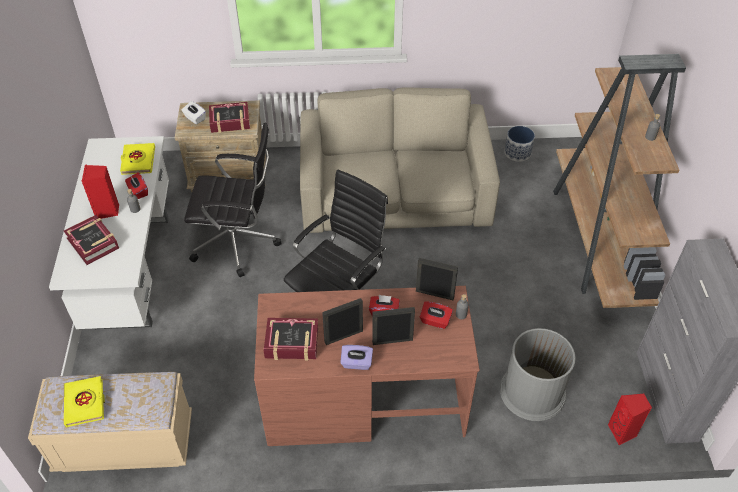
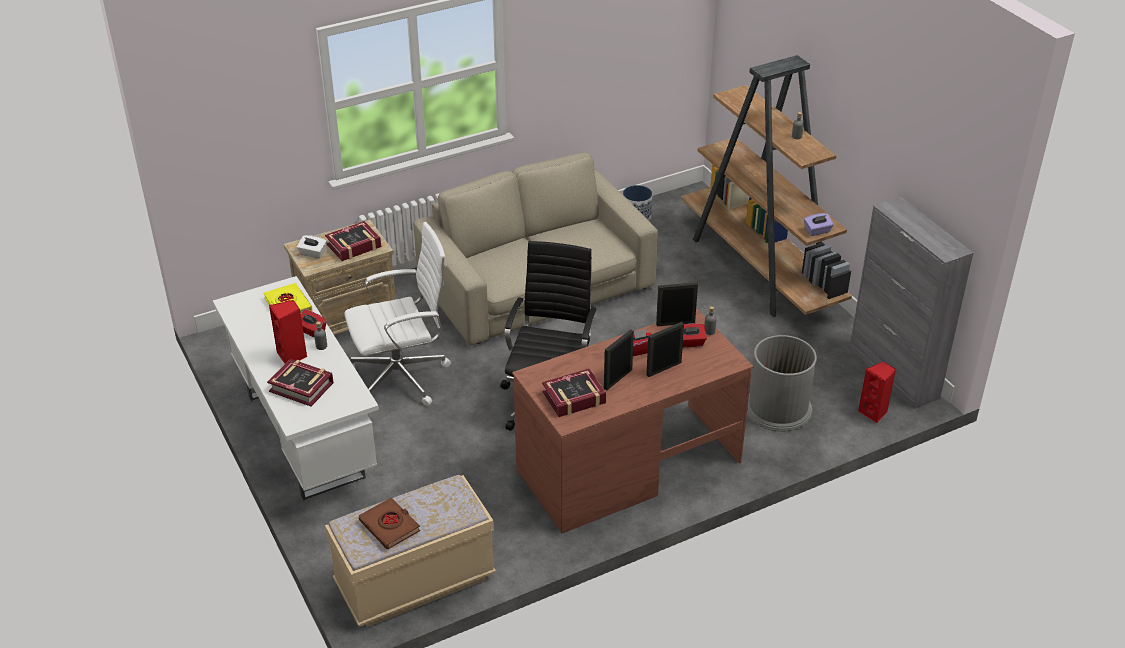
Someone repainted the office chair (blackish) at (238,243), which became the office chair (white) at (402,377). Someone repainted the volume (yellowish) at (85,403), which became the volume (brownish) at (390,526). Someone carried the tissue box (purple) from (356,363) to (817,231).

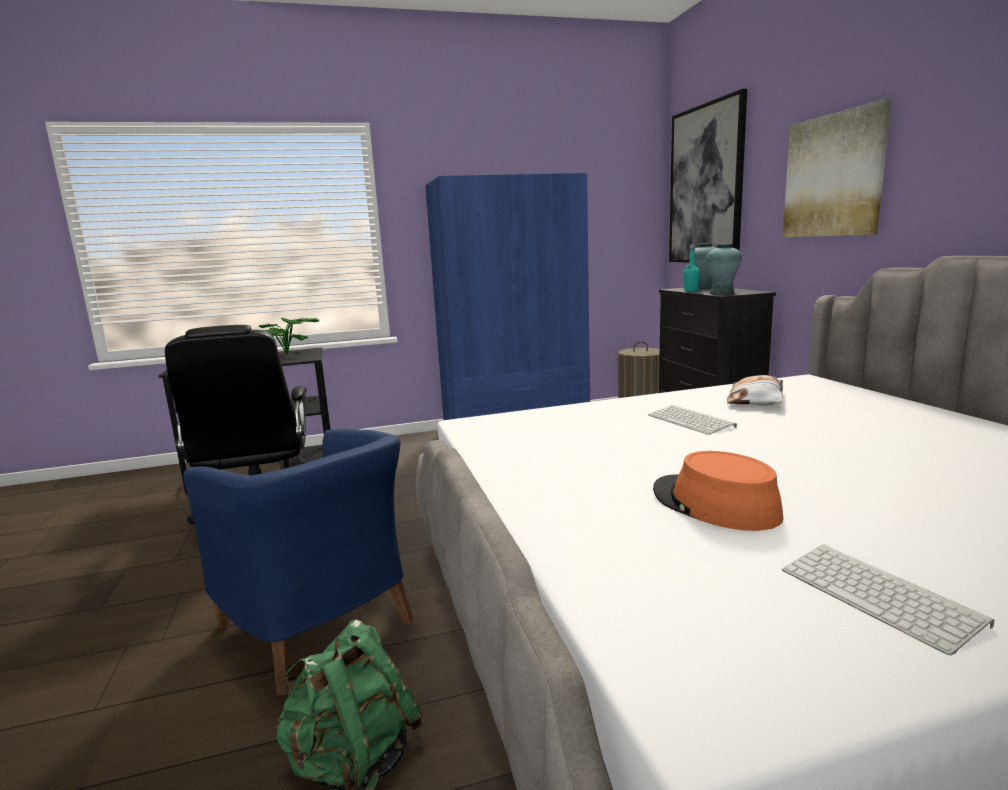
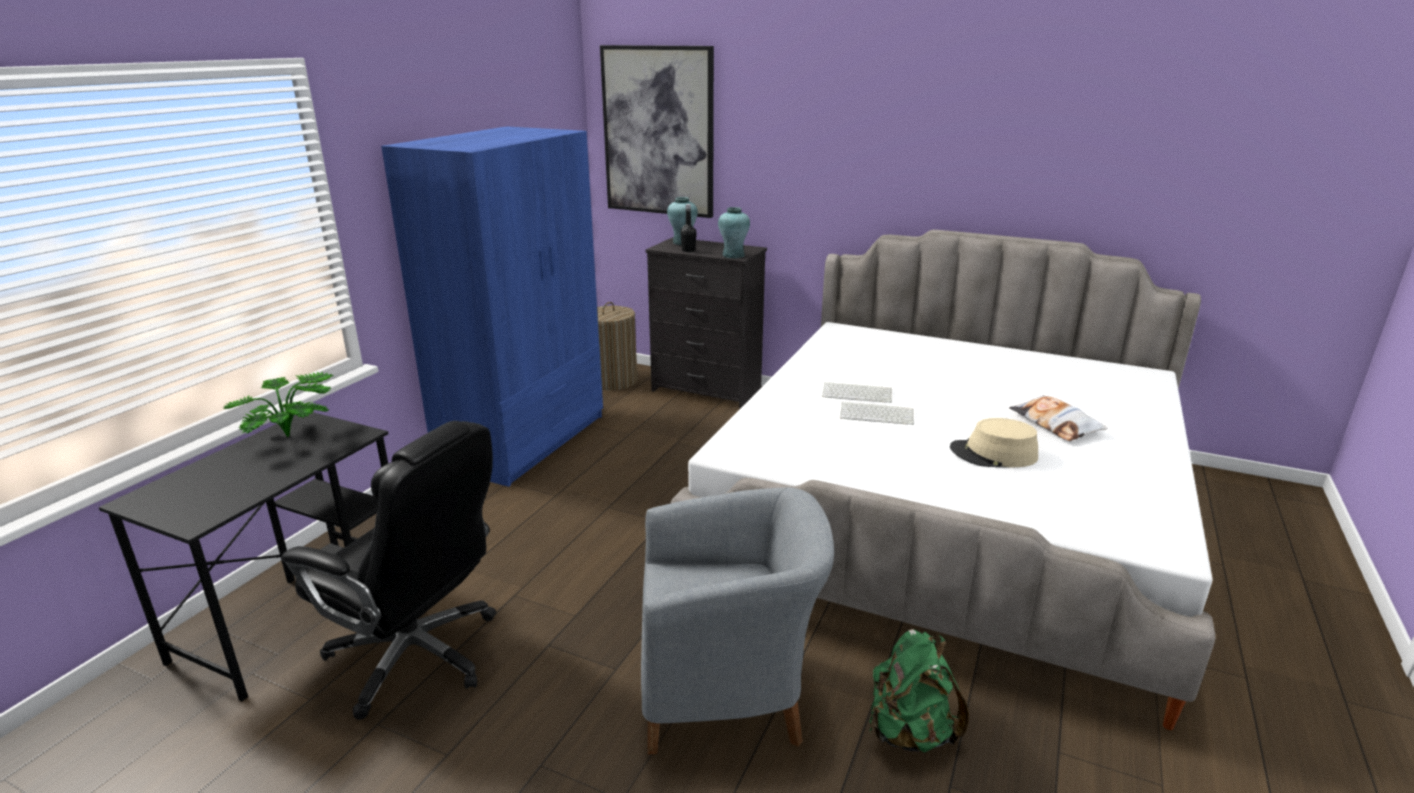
Someone repainted the armchair (blue-coloured) at (320,627), which became the armchair (grey) at (729,693). Someone repainted the beverage bottle (blue-green) at (691,291), which became the beverage bottle (blackish) at (688,251). Someone carried the keyboard from (882,596) to (877,414). Someone repainted the wearable hat (orange-coloured) at (714,504), which became the wearable hat (beige-coloured) at (993,454). Someone carried the cushion from (756,399) to (1055,424). Someone took away the picture at (833,176).

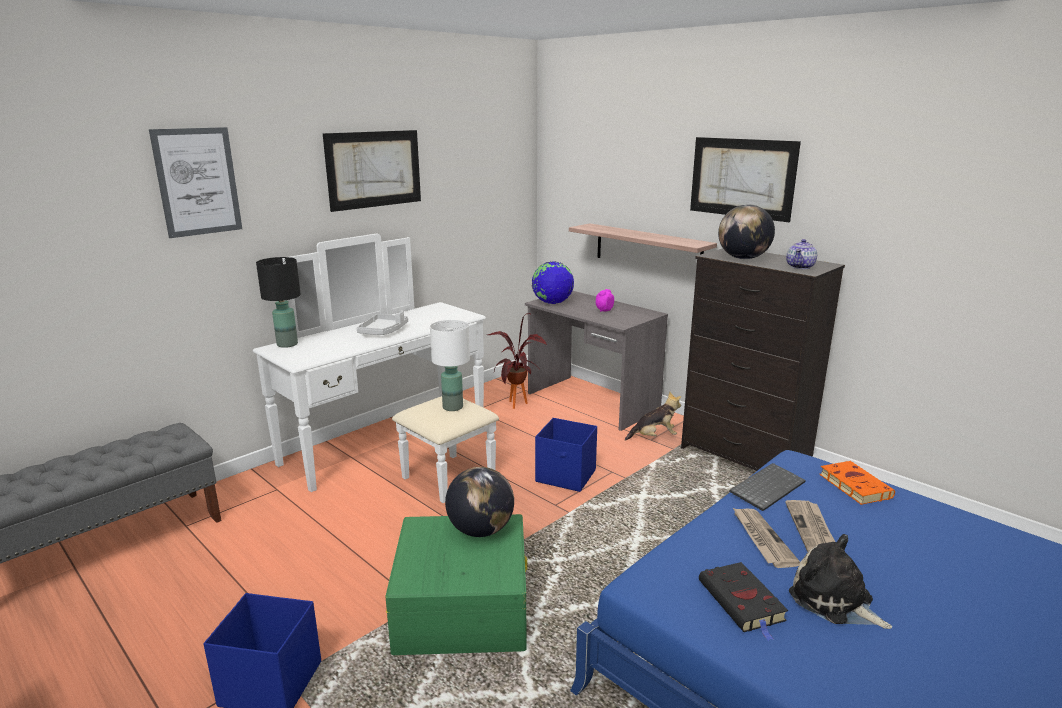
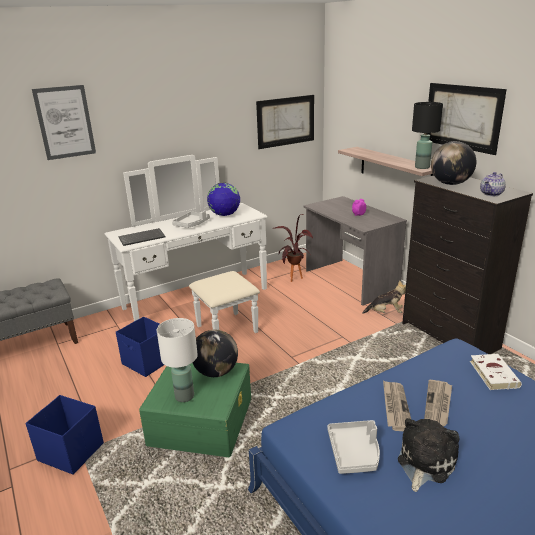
Someone carried the storage container (blue-coloured) from (566,476) to (147,362). Someone carried the keyboard from (766,487) to (142,238). Someone carried the tabletop lamp (white) from (453,407) to (185,396). Someone carried the desk globe from (552,303) to (224,215). Someone carried the picture from (374,169) to (286,121). Someone swapped the volume (blackish) at (743,603) for the carrying tray (grey) at (354,452). Someone rotated the soft toy at (834,601) by 60 degrees clockwise. Someone carried the tabletop lamp (blackish) from (287,344) to (422,167). Someone repainted the volume (orange-coloured) at (853,485), which became the volume (white) at (492,373).

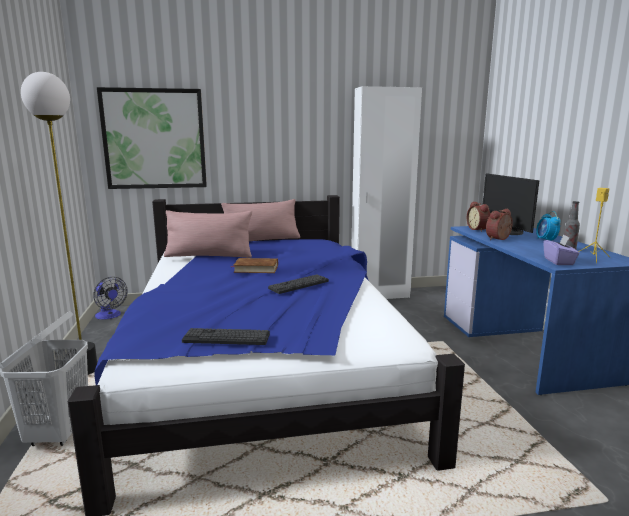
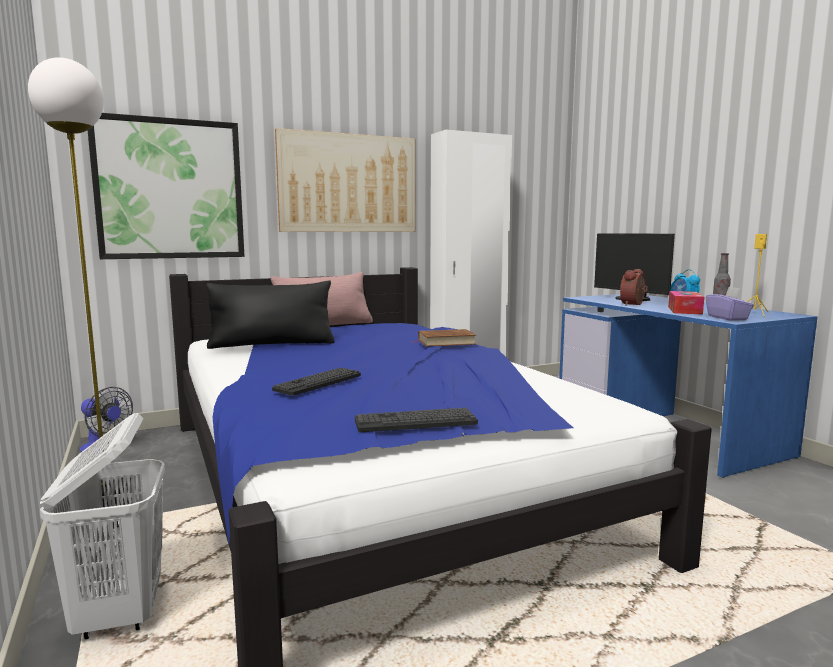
Someone repainted the cushion (pink) at (209,256), which became the cushion (blackish) at (272,344). Someone carried the keyboard from (299,285) to (318,382). Someone put up the picture at (348,183). Someone carried the volume (brownish) from (256,268) to (446,342). Someone put down the tissue box at (684,310). Someone took away the bedside clock at (478,229).

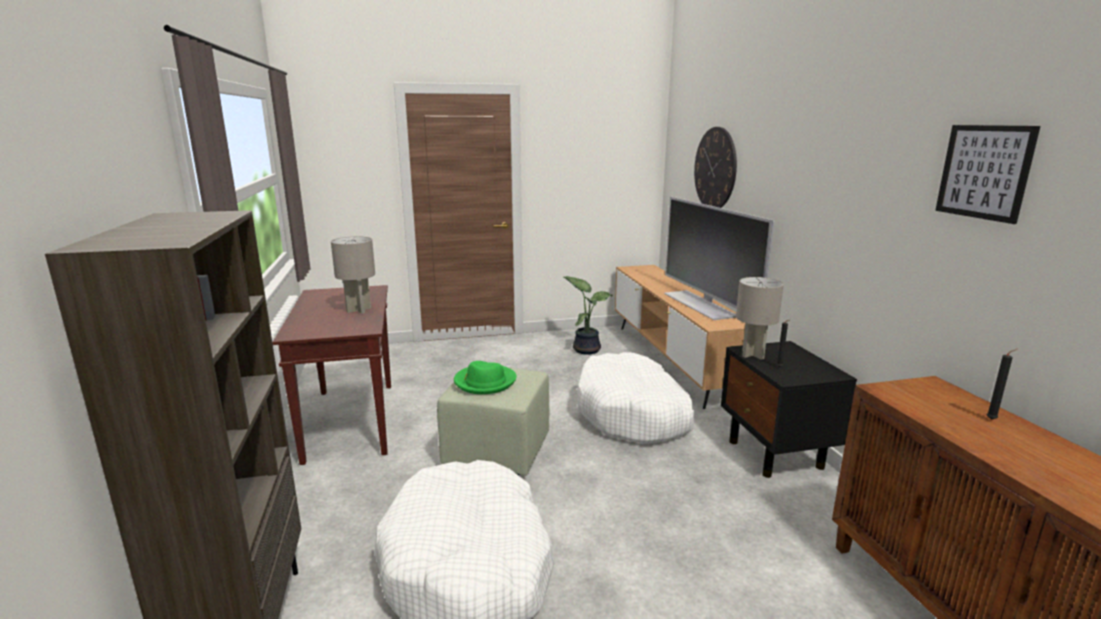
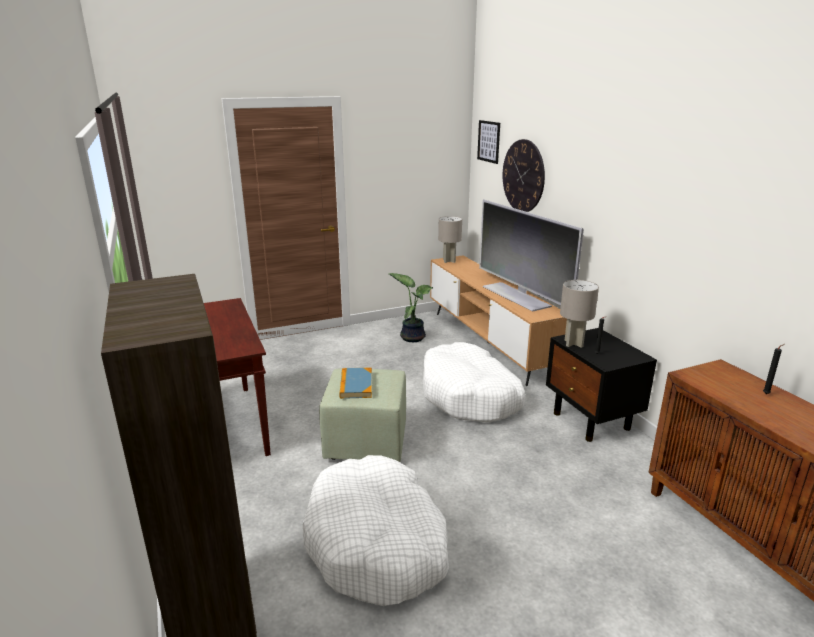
Someone swapped the wearable hat (greenish) at (485,382) for the volume at (356,385). Someone carried the tabletop lamp (grey) from (359,310) to (449,261). Someone carried the picture from (984,172) to (489,141).

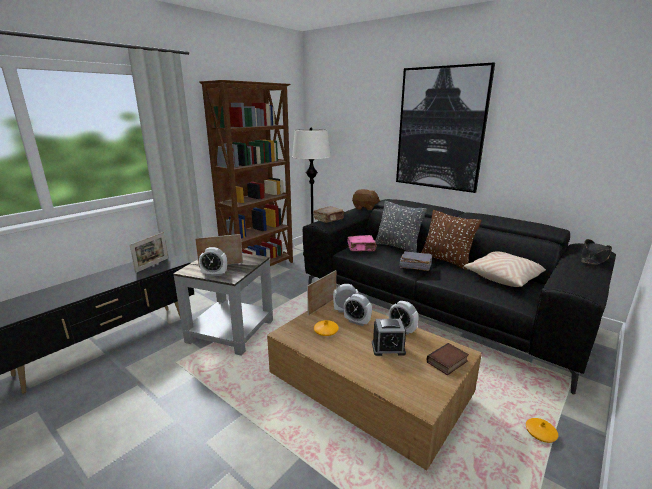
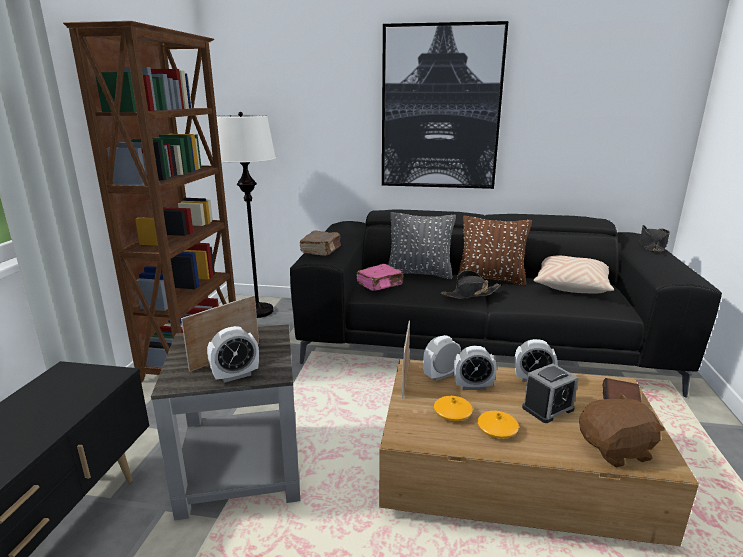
Someone swapped the volume (grey) at (415,266) for the wearable hat (blackish) at (470,294). Someone carried the decorative vase (orange-coloured) from (540,433) to (497,429). Someone carried the soft toy (brownish) from (365,208) to (616,450). Someone took away the standing frame at (152,265).

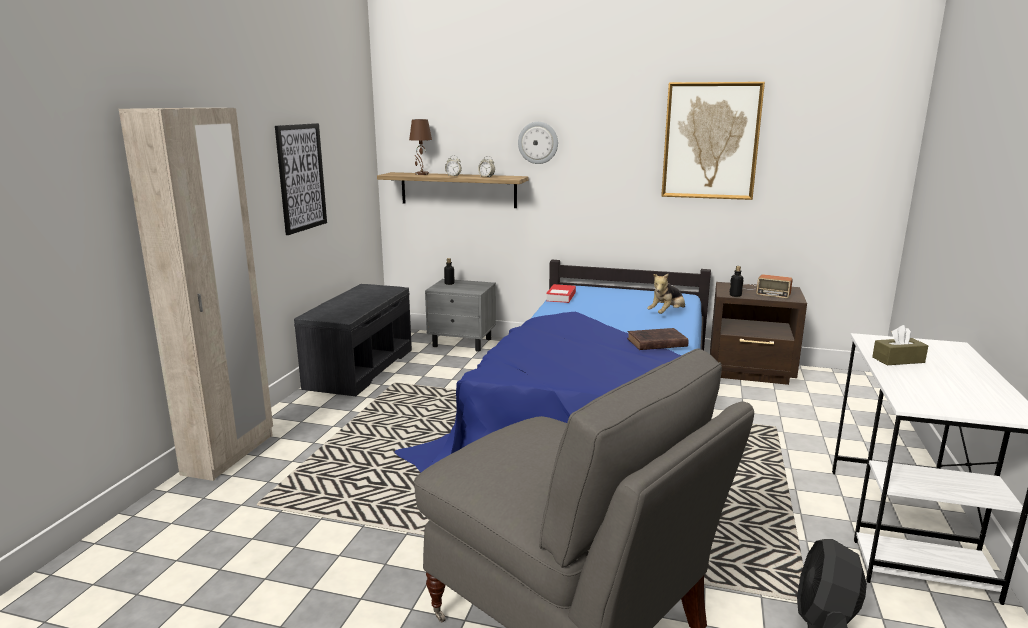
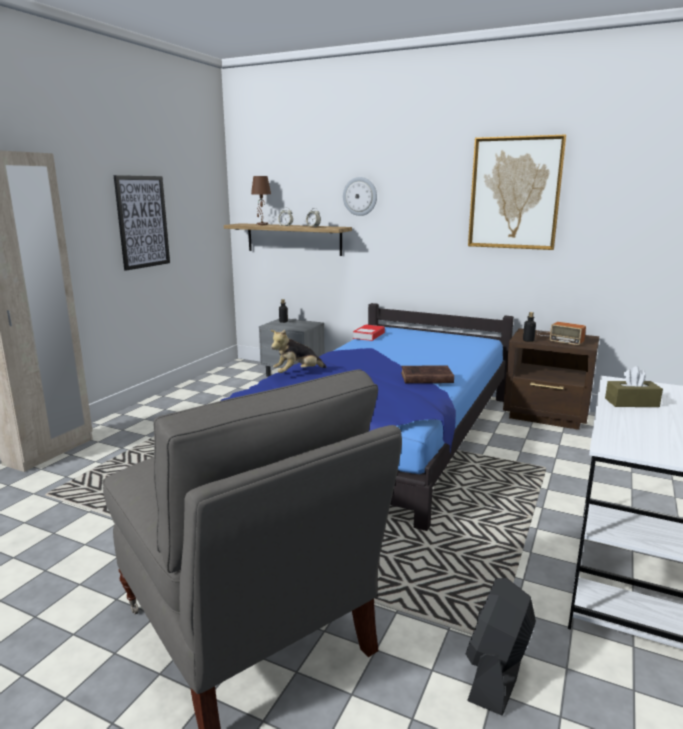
Someone carried the soft toy from (667,314) to (297,373). Someone took away the bench (grey) at (359,368).

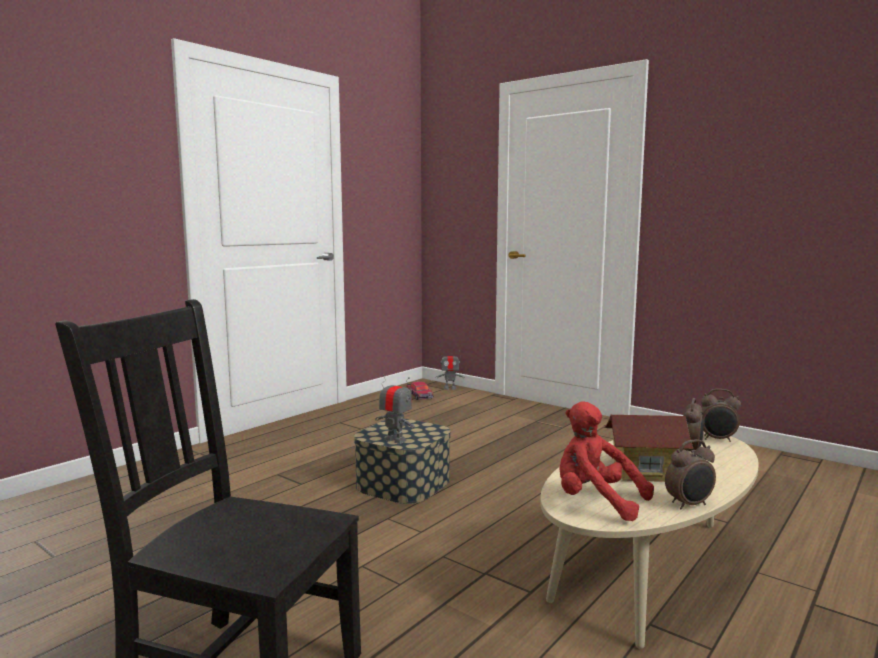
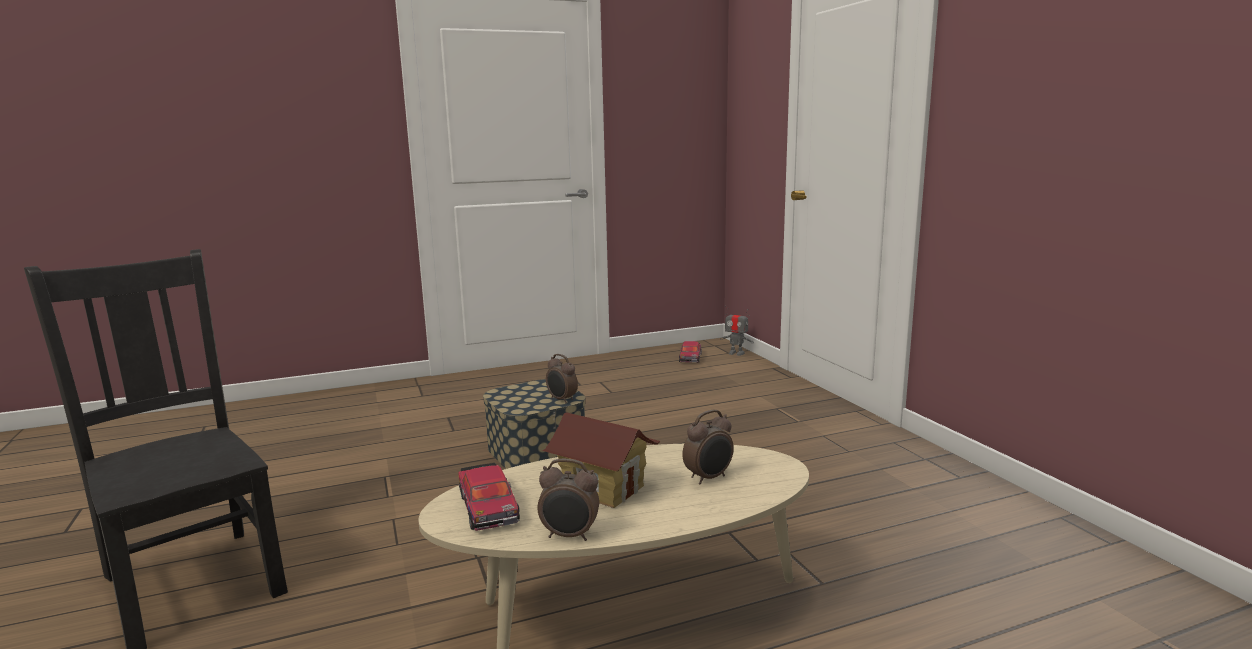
Someone swapped the soft toy (red-coloured) at (596,501) for the miniature car at (488,506). Someone carried the bedside clock from (717,439) to (561,400). Someone took away the robot figure at (395,440).

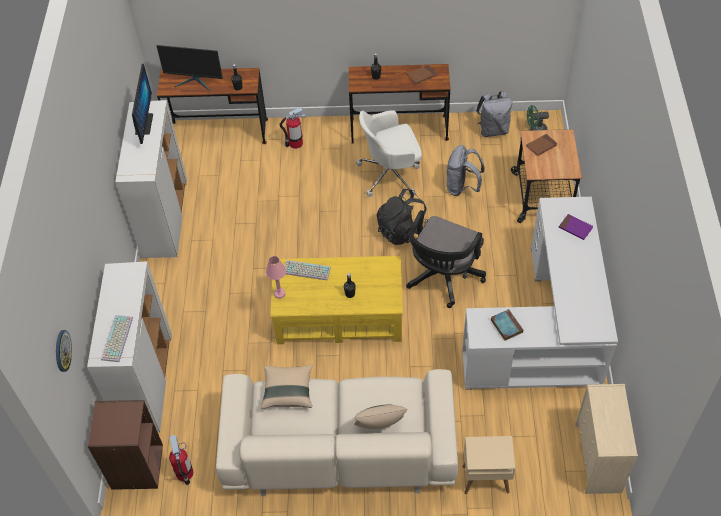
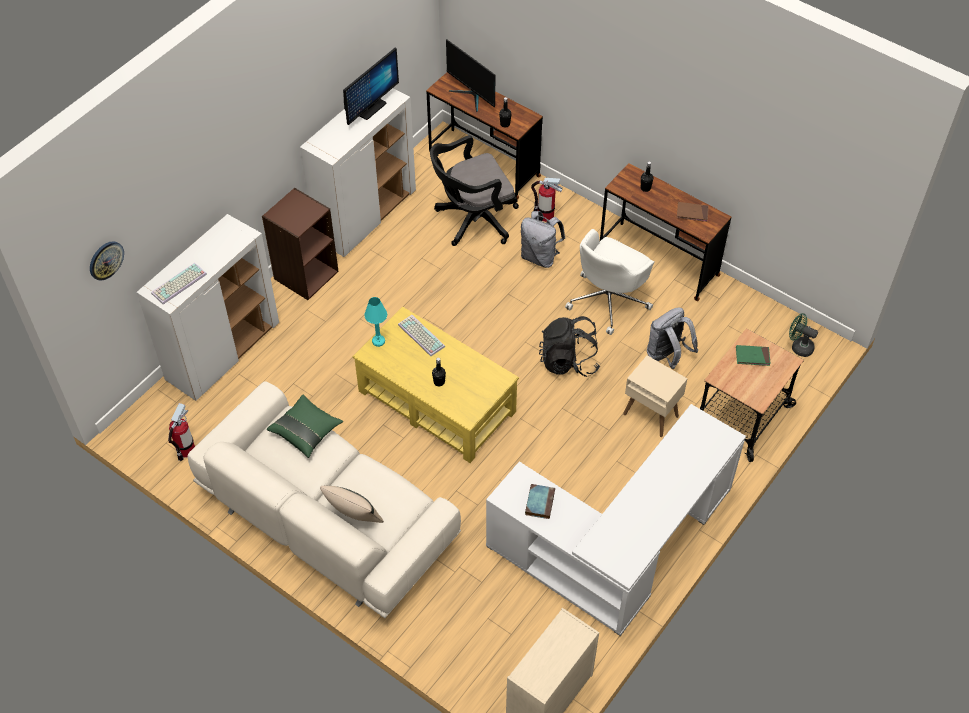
Someone carried the bookcase (brownish) from (136,466) to (305,275). Someone repainted the cushion (beige-coloured) at (288,391), which became the cushion (greenish) at (306,431). Someone repainted the tabletop lamp (pink) at (279,293), which became the tabletop lamp (blue-green) at (378,341). Someone carried the office chair (blackish) from (442,278) to (472,220). Someone carried the backpack (grey) from (493,130) to (540,257). Someone rotated the office chair (white) at (391,174) by 75 degrees counterclockwise. Someone carried the accent table (beige-coloured) from (485,479) to (650,415). Someone repainted the volume (brownish) at (541,146), which became the volume (greenish) at (752,356). Someone took away the volume (purple) at (575,228).

